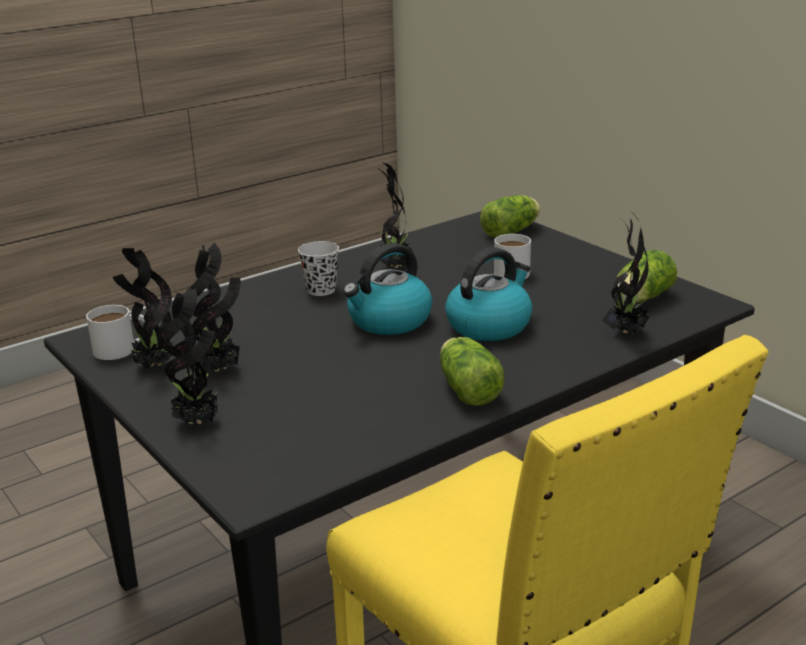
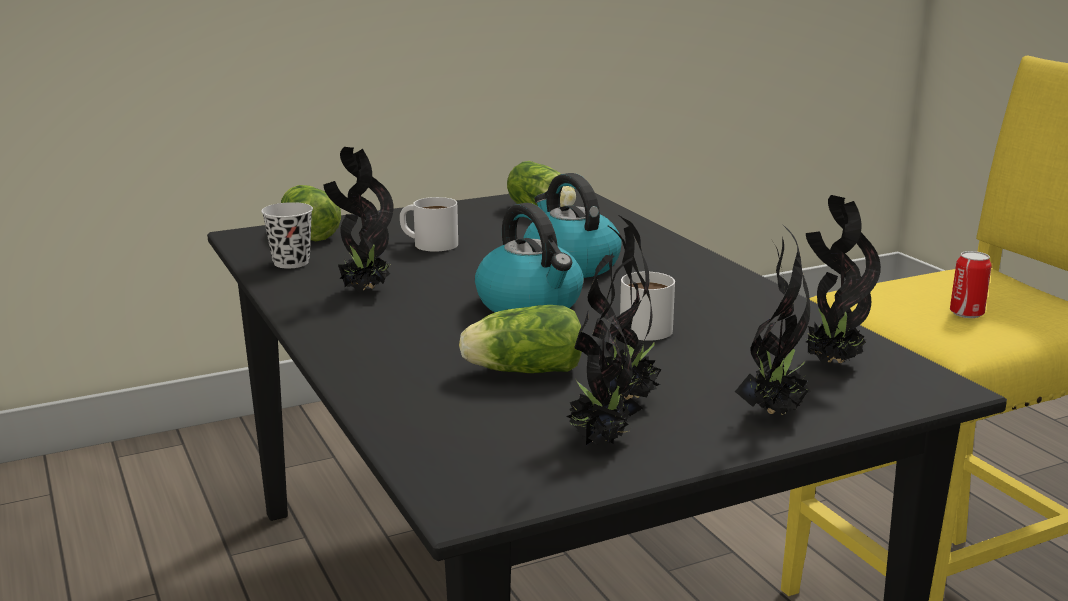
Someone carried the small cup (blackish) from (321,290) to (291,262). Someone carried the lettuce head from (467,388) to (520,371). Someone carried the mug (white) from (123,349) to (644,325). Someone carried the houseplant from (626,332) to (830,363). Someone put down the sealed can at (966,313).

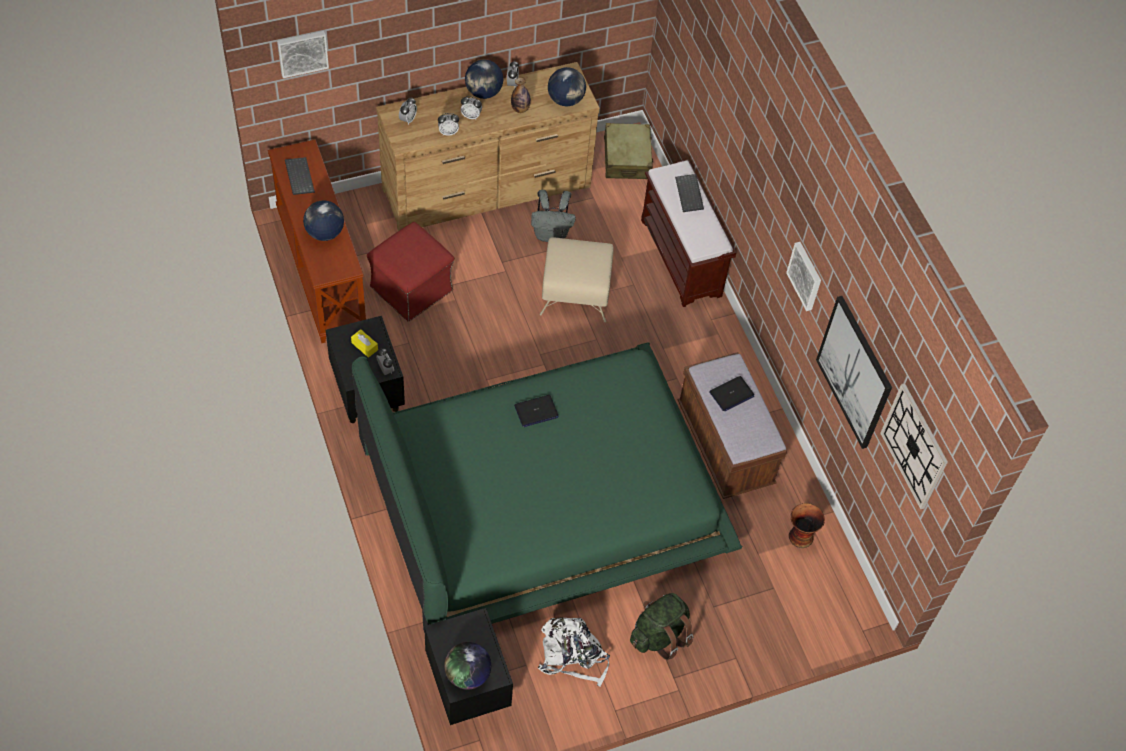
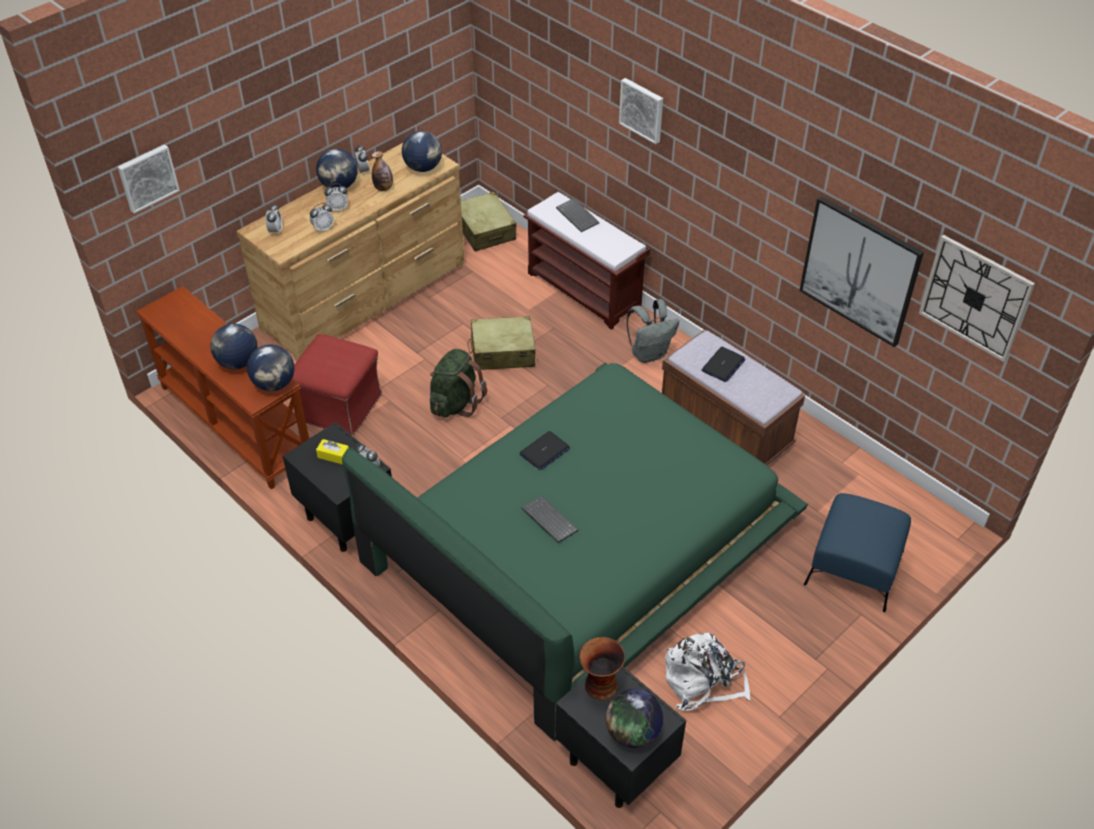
Someone put down the desk globe at (274,384). Someone carried the backpack (greenish) from (659,635) to (455,403). Someone swapped the footrest (beige-coloured) at (575,291) for the suitcase (beige-coloured) at (502,352). Someone carried the keyboard from (298,176) to (548,520). Someone carried the decorative vase from (800,536) to (599,685). Someone carried the picture from (806,275) to (642,109). Someone carried the backpack (grey) from (551,234) to (649,353). Someone put down the footrest (blue-coloured) at (853,568).

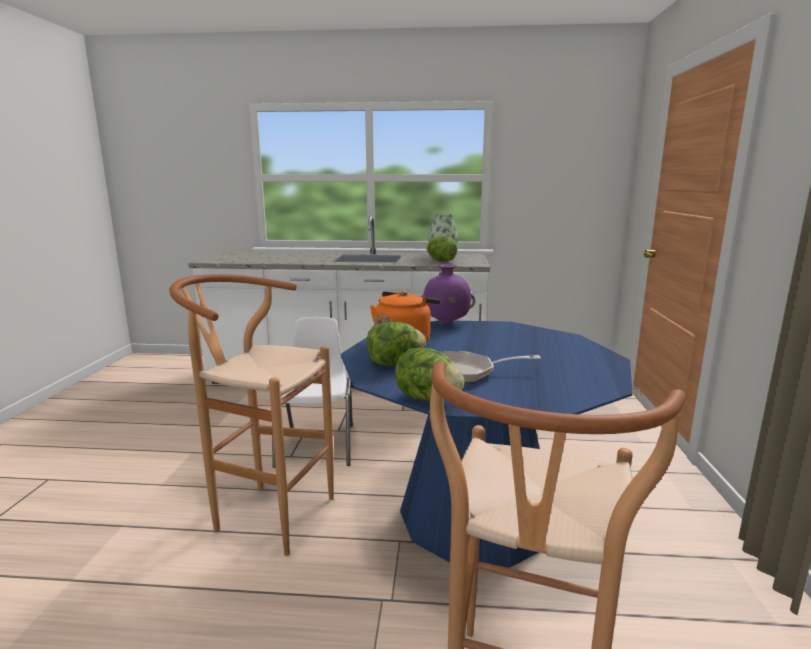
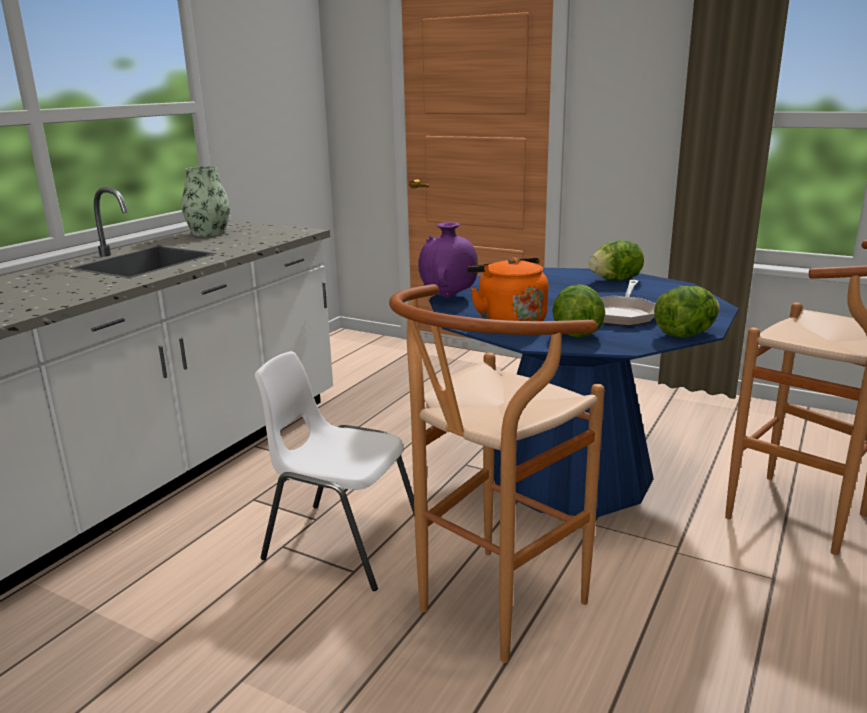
Someone carried the lettuce head from (441,261) to (615,280).

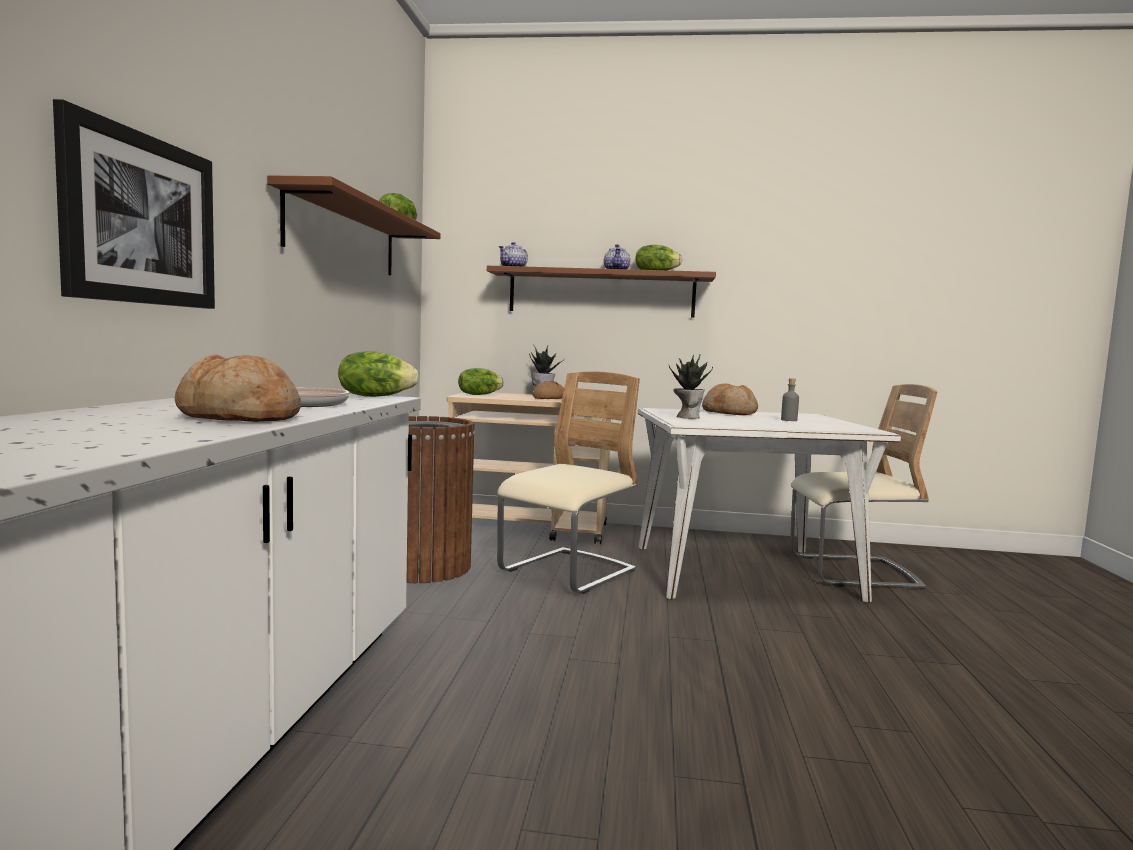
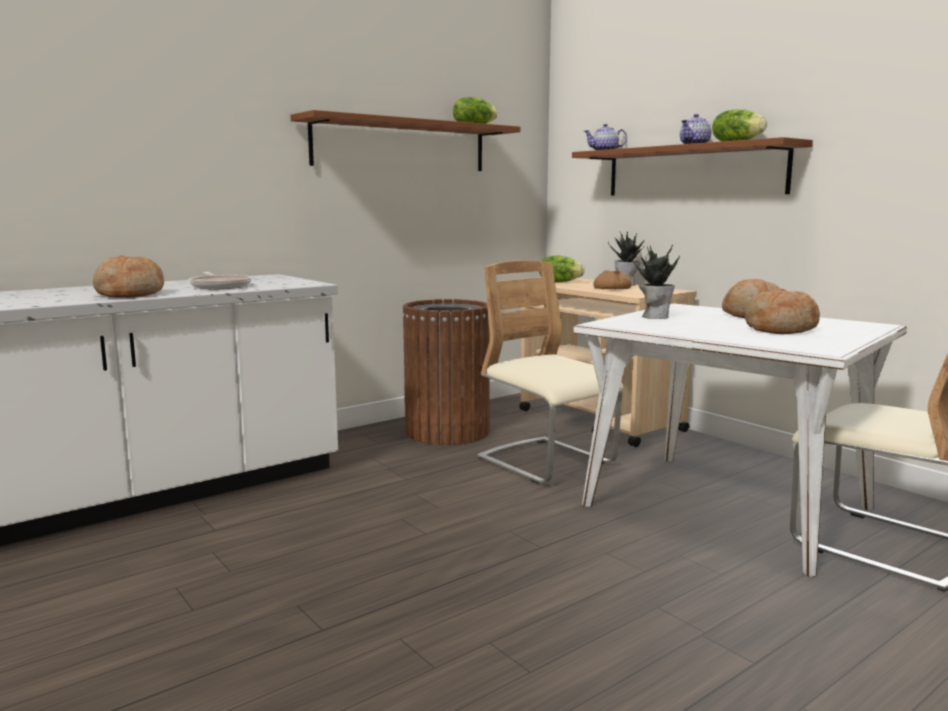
Someone rotated the plain chair (beige-coloured) at (567,572) by 120 degrees counterclockwise. Someone swapped the beverage bottle (grey) at (789,420) for the baked bread at (779,329). Someone took away the picture at (141,220). Someone took away the lettuce head at (375,396).

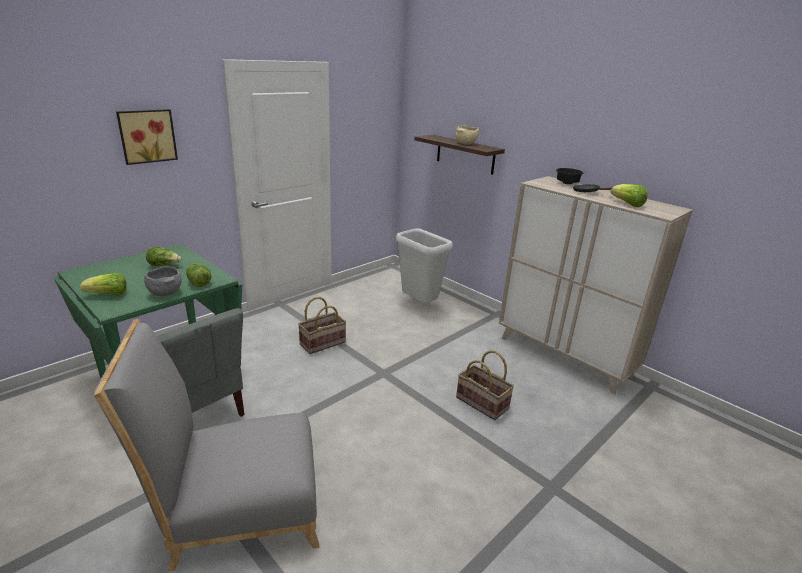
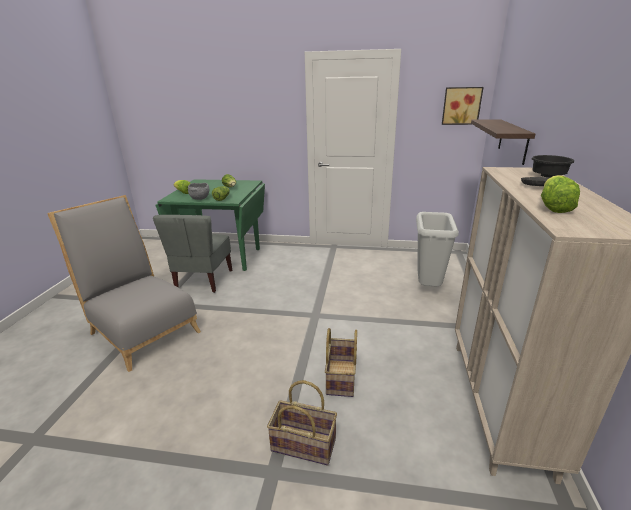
Someone carried the household basket from (322,343) to (304,443). Someone carried the picture from (147,136) to (461,106). Someone took away the bowl (beige-coloured) at (466,144).

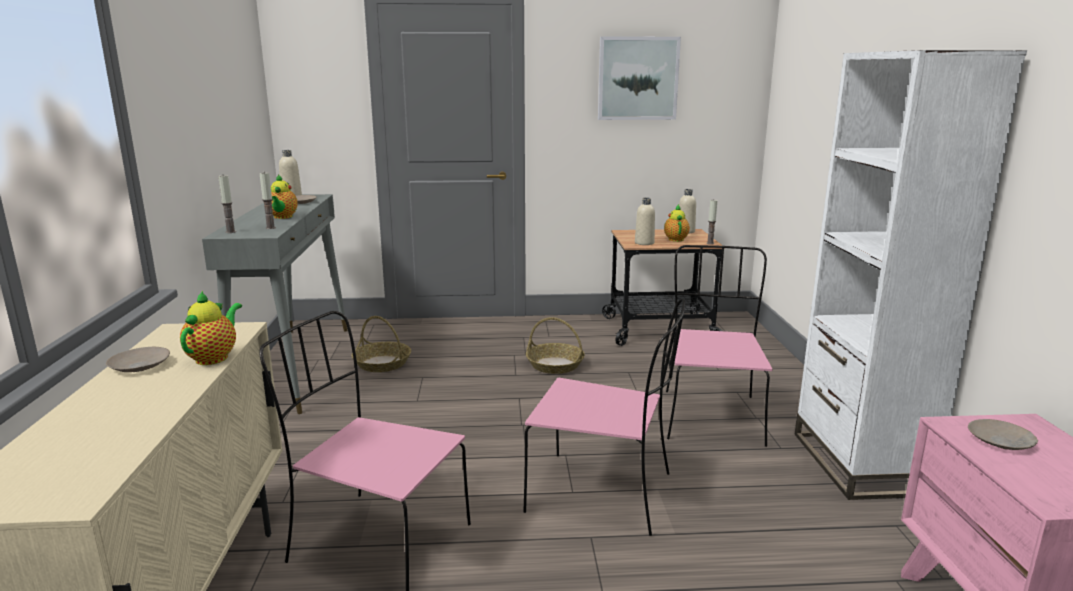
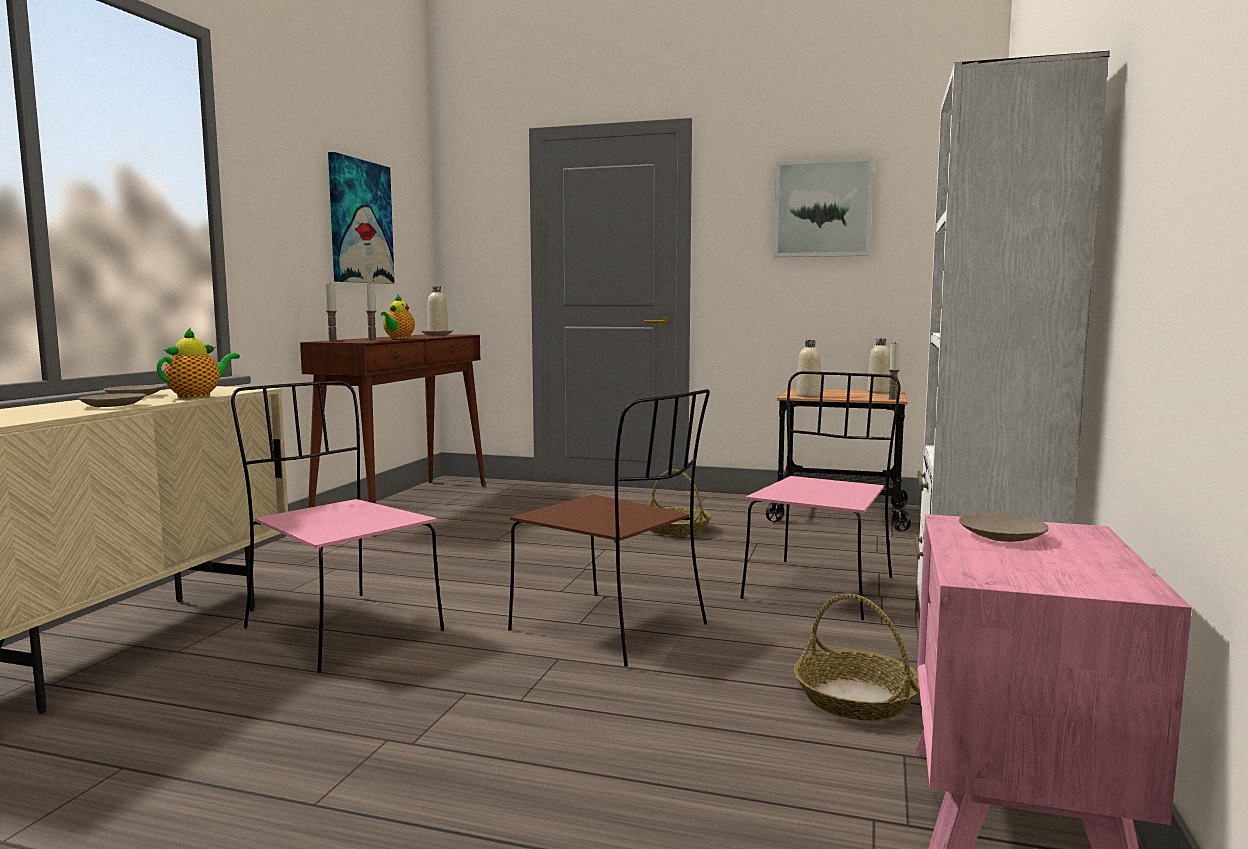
Someone put down the flat dish (beige-coloured) at (112,405). Someone repainted the narrow table (grey) at (294,366), which became the narrow table (brownish) at (406,505). Someone put up the picture at (360,222). Someone repainted the plain chair (pink) at (603,493), which became the plain chair (brownish) at (613,629). Someone carried the household basket from (382,363) to (857,699). Someone took away the teapot at (675,239).

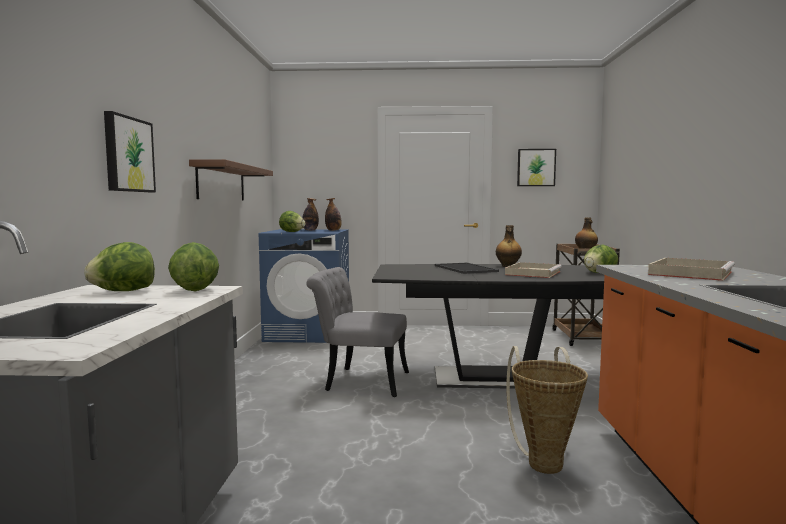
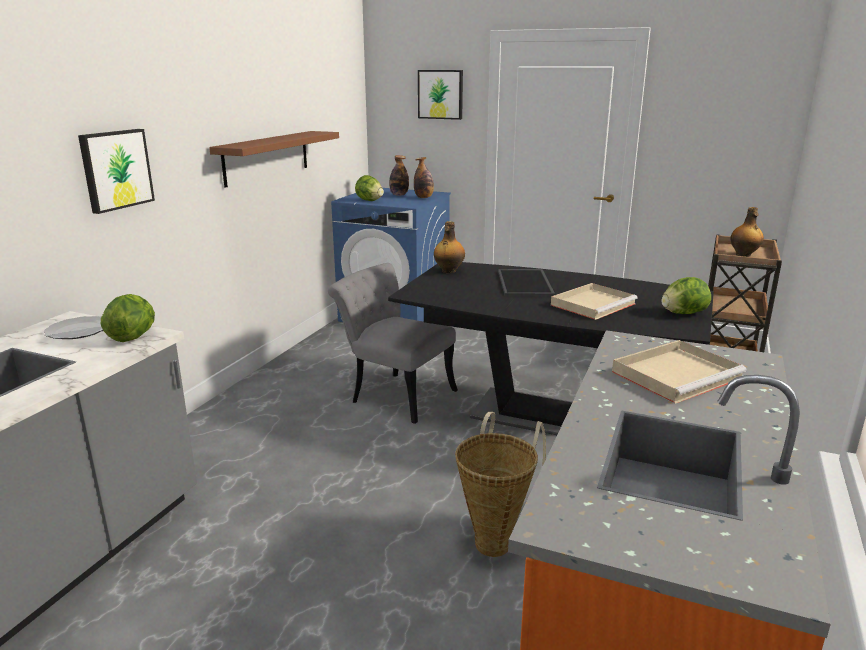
Someone swapped the lettuce head at (123,291) for the flat dish at (79,331). Someone carried the picture from (536,167) to (440,94). Someone carried the beverage bottle from (507,266) to (448,271).

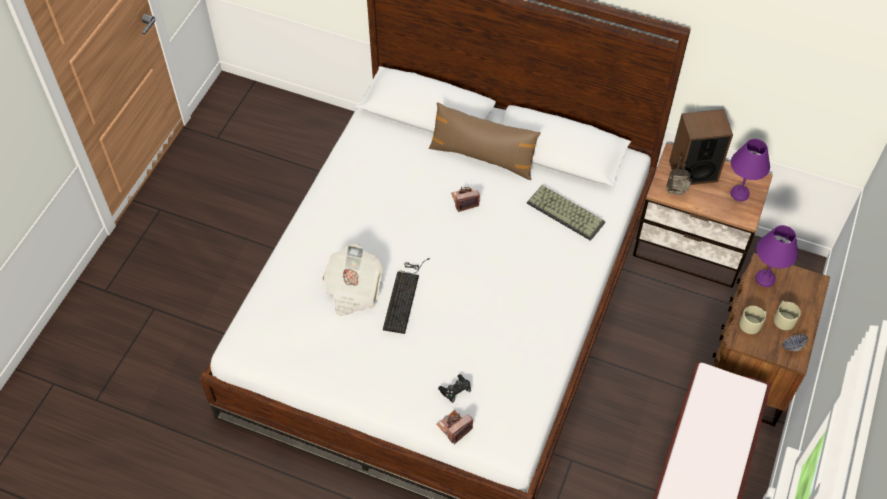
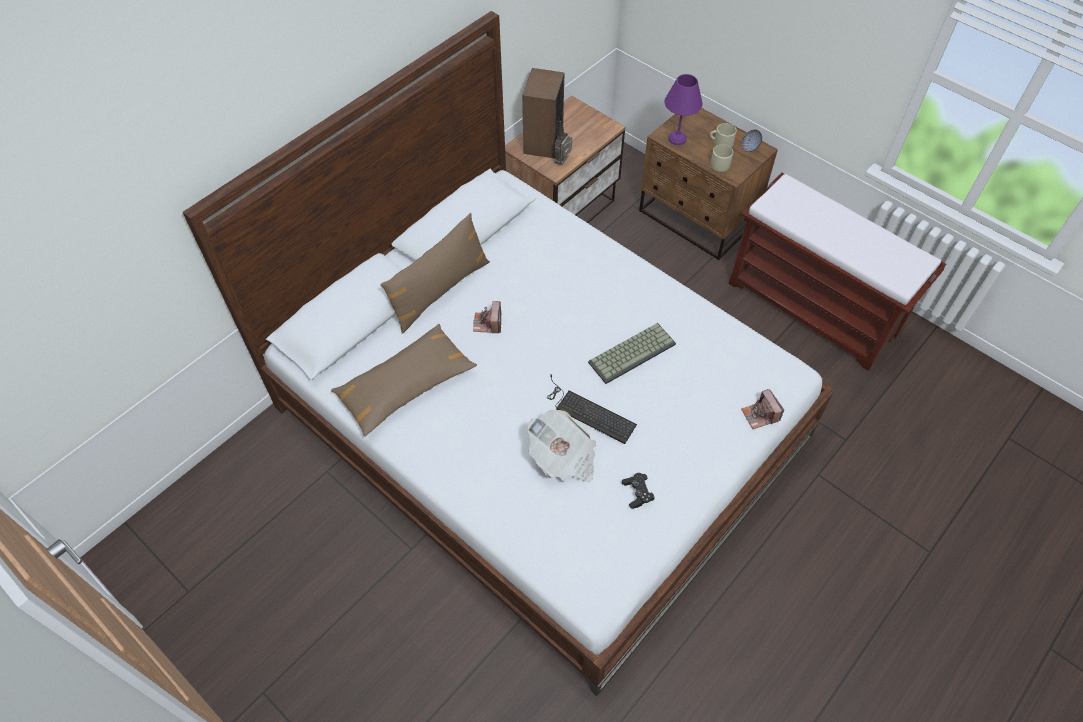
Someone put down the cushion (brownish) at (405,386). Someone carried the keyboard from (567,212) to (632,352). Someone carried the joypad (blackish) from (455,391) to (637,493). Someone took away the tabletop lamp (purple) at (740,194).

